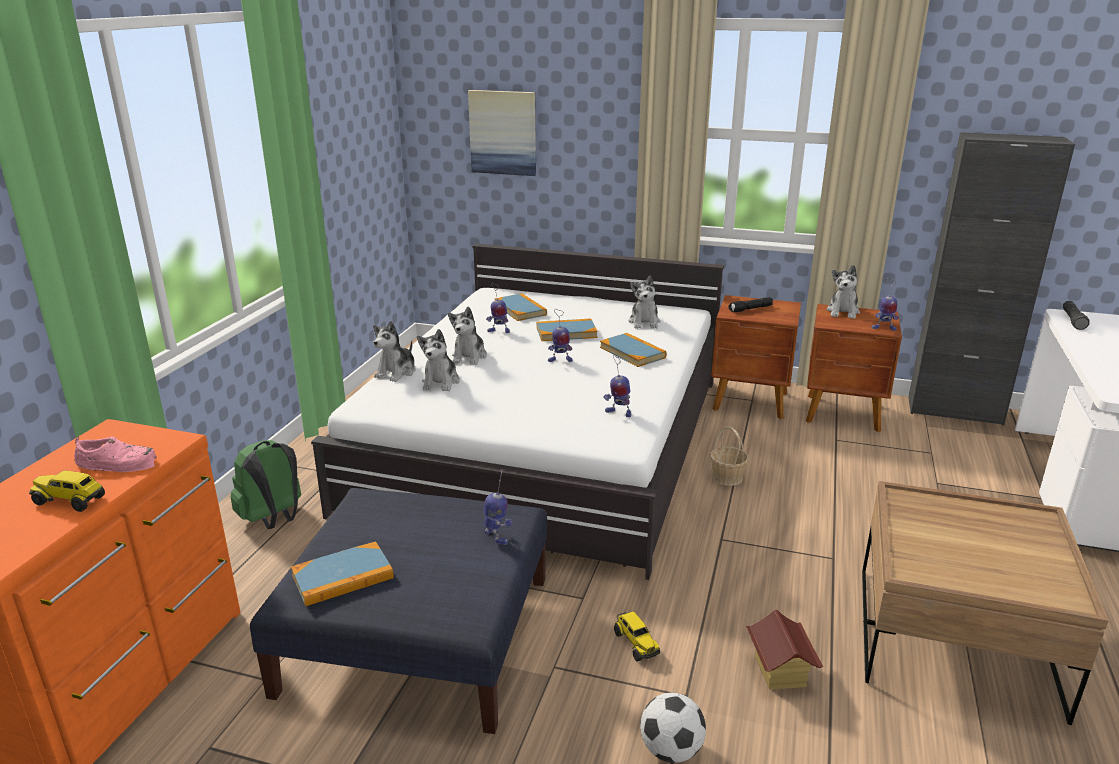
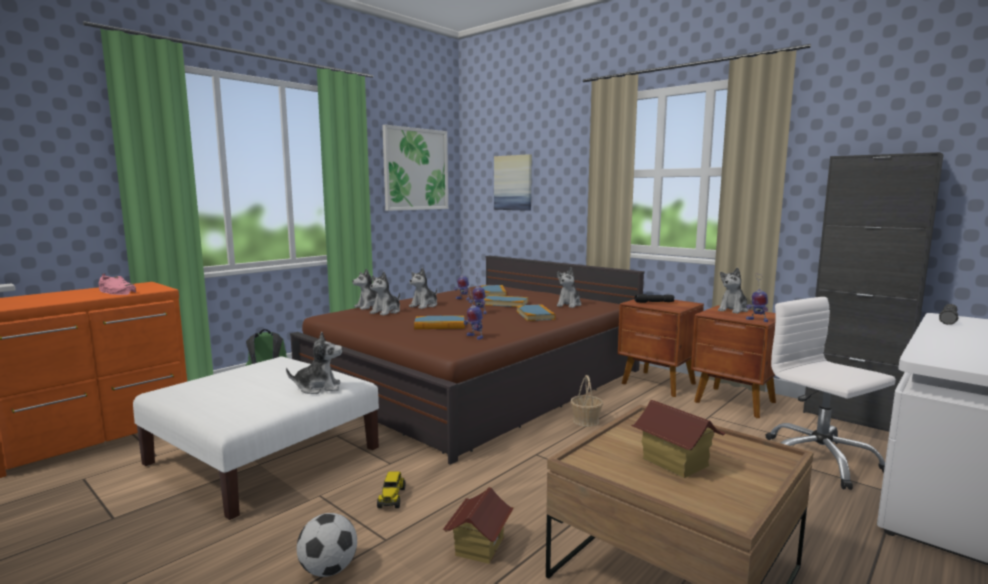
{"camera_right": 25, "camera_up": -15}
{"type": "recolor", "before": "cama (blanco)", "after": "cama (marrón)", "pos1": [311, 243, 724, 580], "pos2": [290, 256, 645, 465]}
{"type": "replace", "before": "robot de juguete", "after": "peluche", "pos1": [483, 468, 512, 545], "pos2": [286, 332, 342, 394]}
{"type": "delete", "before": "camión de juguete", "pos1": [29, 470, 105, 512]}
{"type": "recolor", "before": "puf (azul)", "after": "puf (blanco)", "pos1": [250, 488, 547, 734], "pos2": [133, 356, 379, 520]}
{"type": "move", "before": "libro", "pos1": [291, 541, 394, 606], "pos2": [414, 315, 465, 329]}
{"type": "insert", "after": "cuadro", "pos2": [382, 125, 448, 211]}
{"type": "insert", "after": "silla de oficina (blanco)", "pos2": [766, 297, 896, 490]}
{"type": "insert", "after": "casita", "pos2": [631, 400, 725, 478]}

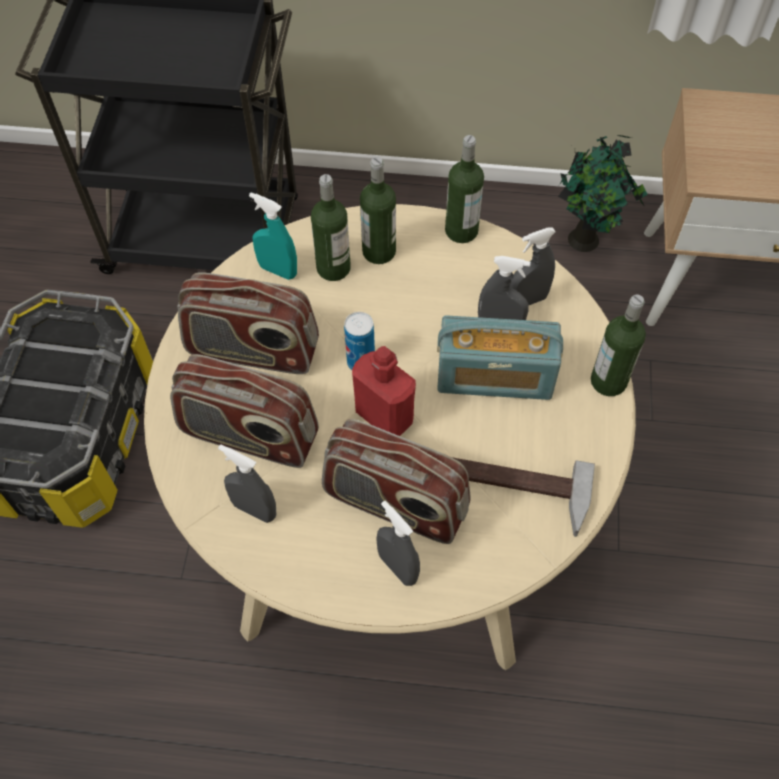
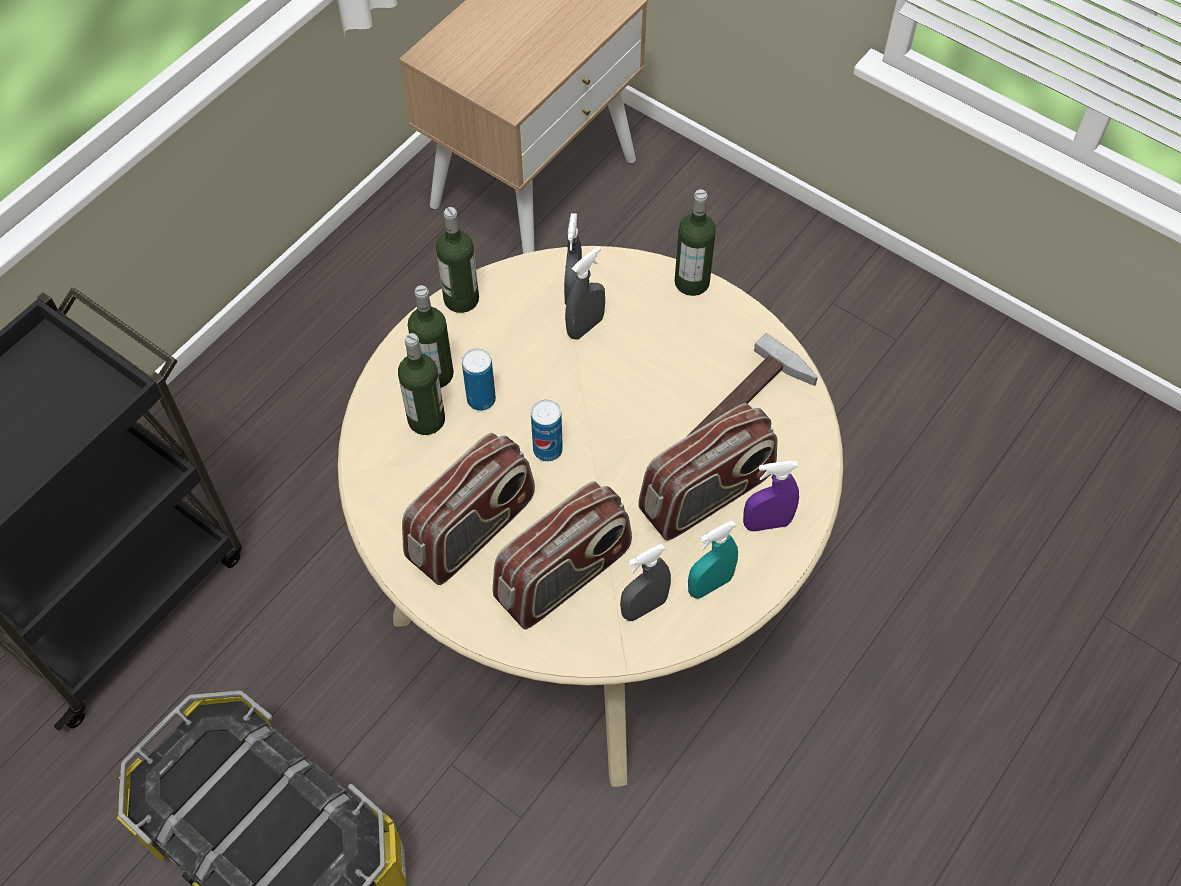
{"camera_right": -60, "camera_up": 0}
{"type": "delete", "before": "planta en maceta", "pos1": [558, 135, 648, 252]}
{"type": "move", "before": "pulverizador (turquesa)", "pos1": [249, 192, 297, 280], "pos2": [688, 521, 738, 599]}
{"type": "delete", "before": "radio", "pos1": [437, 315, 563, 400]}
{"type": "delete", "before": "botella (rojo)", "pos1": [352, 346, 416, 436]}
{"type": "recolor", "before": "pulverizador (gris)", "after": "pulverizador (morado)", "pos1": [376, 501, 420, 586], "pos2": [743, 461, 799, 531]}
{"type": "insert", "after": "lata", "pos2": [462, 348, 496, 411]}

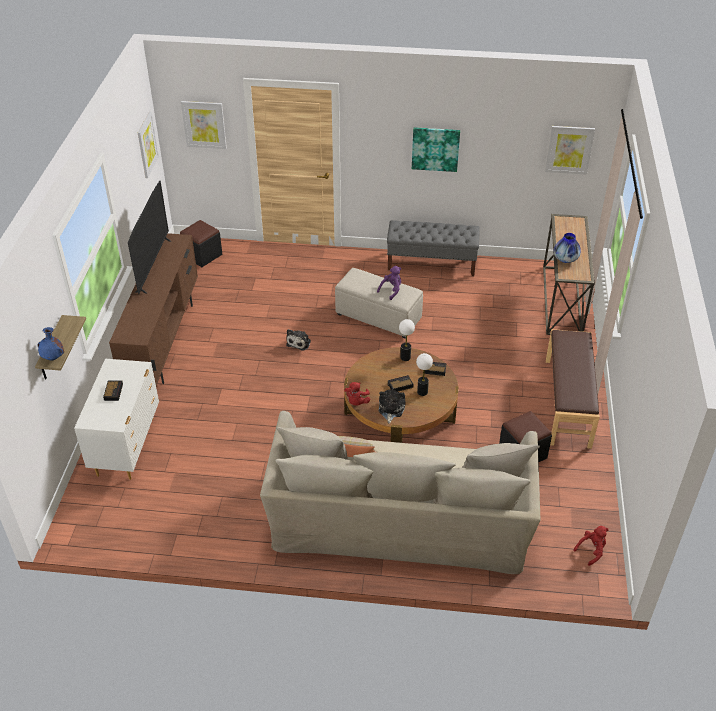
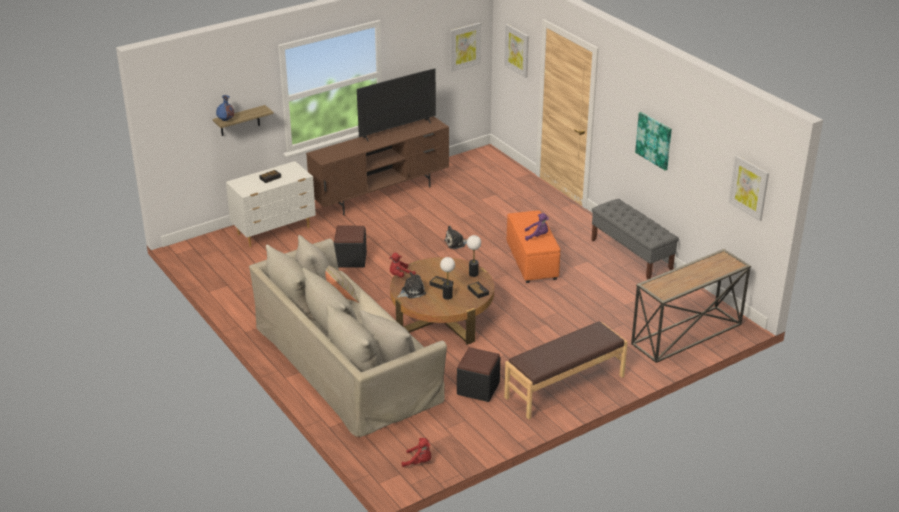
{"camera_right": 50, "camera_up": -10}
{"type": "move", "before": "puf (negro)", "pos1": [180, 220, 222, 267], "pos2": [334, 226, 367, 268]}
{"type": "delete", "before": "florero", "pos1": [554, 233, 581, 263]}
{"type": "recolor", "before": "puf (beis)", "after": "puf (naranja)", "pos1": [335, 268, 423, 339], "pos2": [507, 210, 560, 283]}

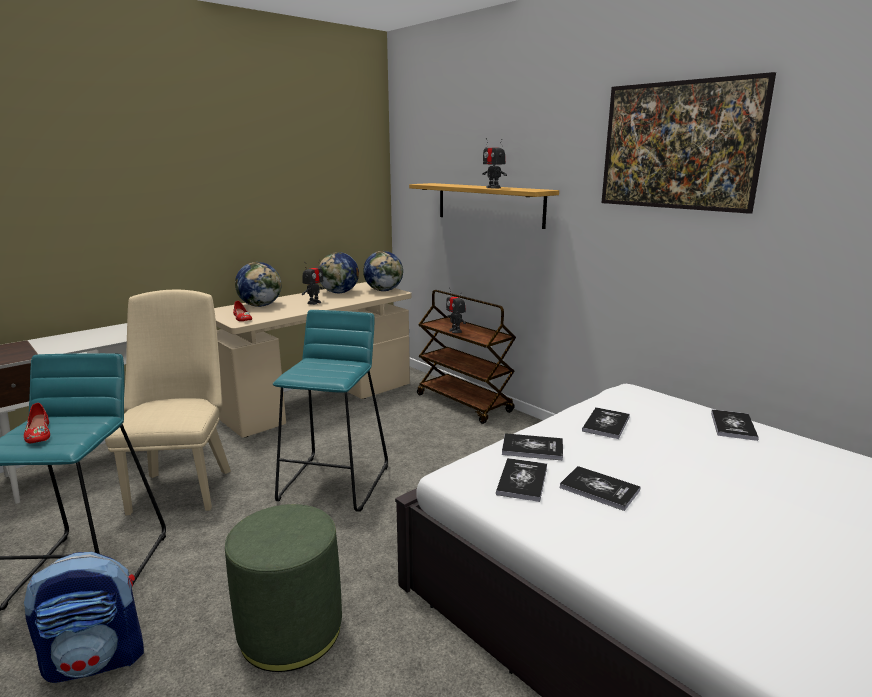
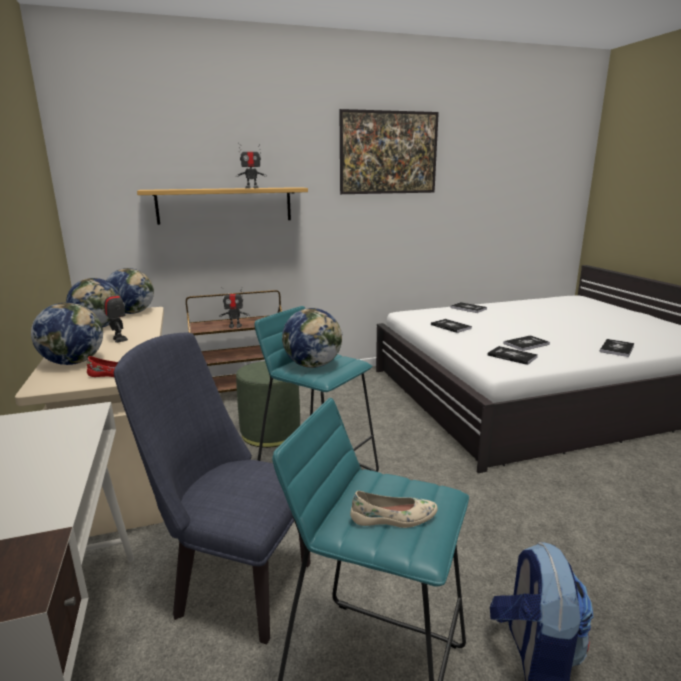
{"camera_right": -65, "camera_up": 0}
{"type": "recolor", "before": "silla (beis)", "after": "silla (azul)", "pos1": [105, 290, 231, 515], "pos2": [114, 332, 310, 645]}
{"type": "recolor", "before": "zapato (rojo)", "after": "zapato (beis)", "pos1": [24, 403, 50, 443], "pos2": [350, 491, 438, 528]}
{"type": "move", "before": "libro", "pos1": [502, 433, 563, 461], "pos2": [600, 339, 634, 357]}
{"type": "move", "before": "puf (verde)", "pos1": [225, 504, 342, 672], "pos2": [236, 361, 300, 448]}
{"type": "insert", "after": "globo terráqueo", "pos2": [282, 308, 342, 368]}

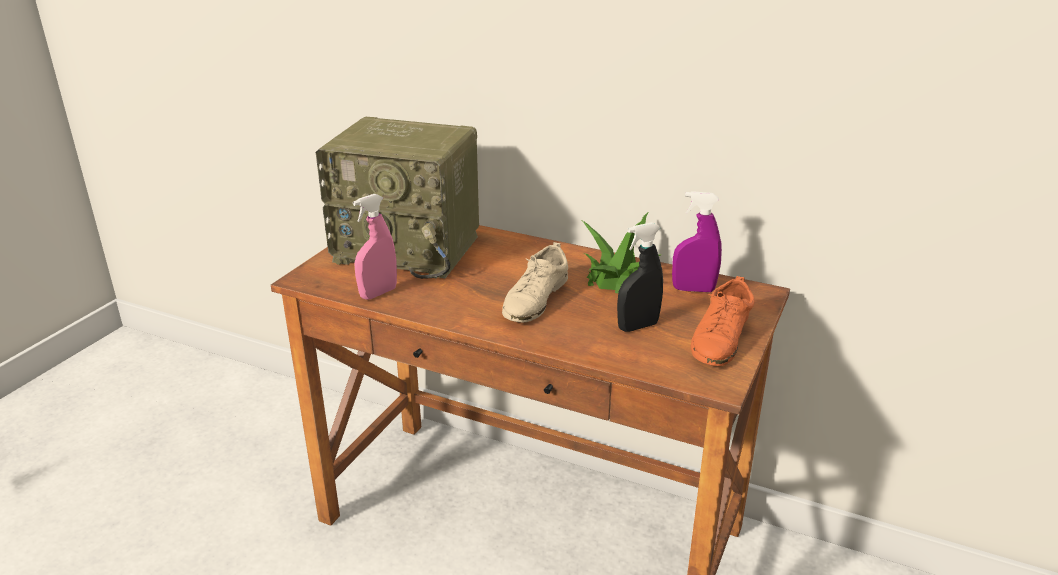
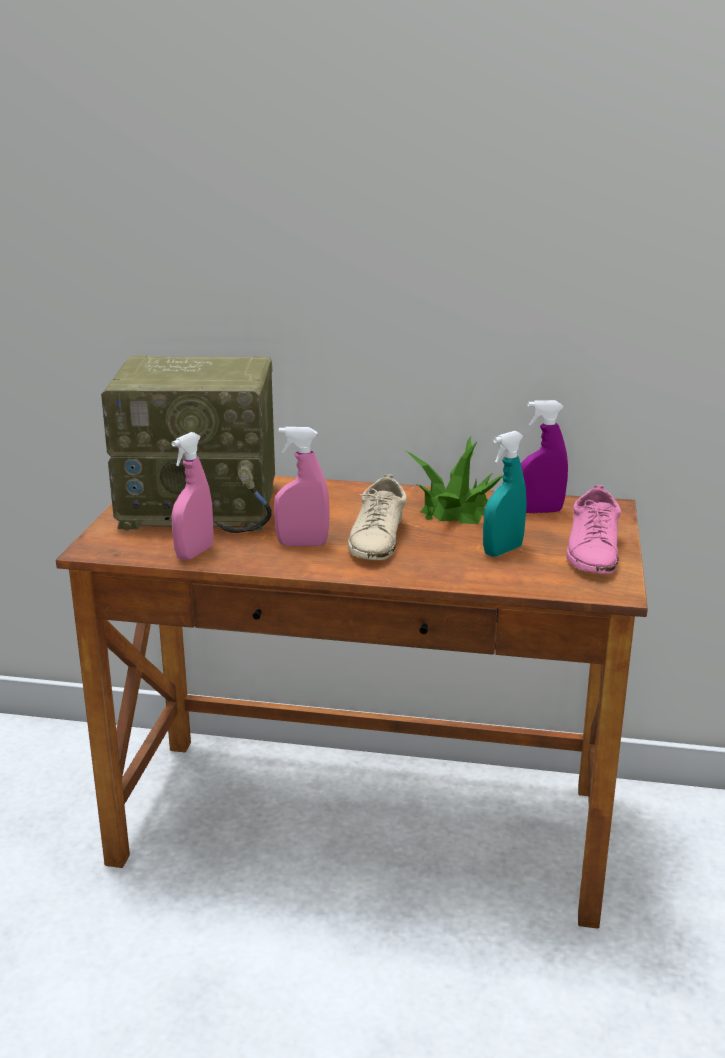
{"camera_right": -15, "camera_up": -5}
{"type": "recolor", "before": "pulverizador (negro)", "after": "pulverizador (turquesa)", "pos1": [617, 222, 663, 332], "pos2": [483, 431, 527, 557]}
{"type": "recolor", "before": "zapato (naranja)", "after": "zapato (rosa)", "pos1": [691, 276, 754, 366], "pos2": [566, 485, 621, 574]}
{"type": "insert", "after": "pulverizador (rosa)", "pos2": [274, 427, 330, 546]}

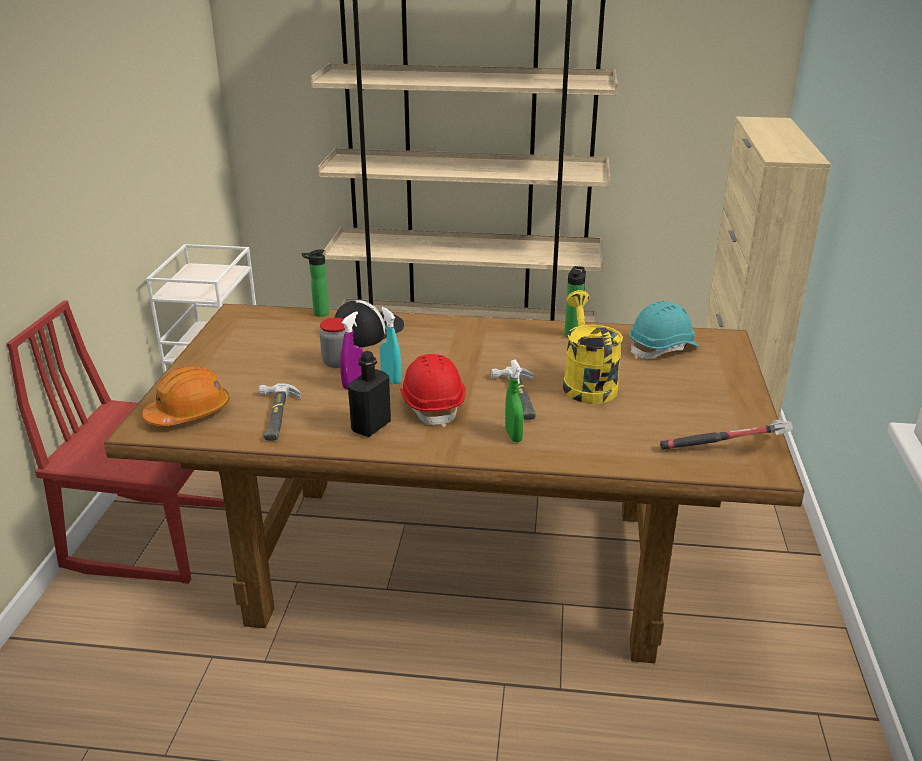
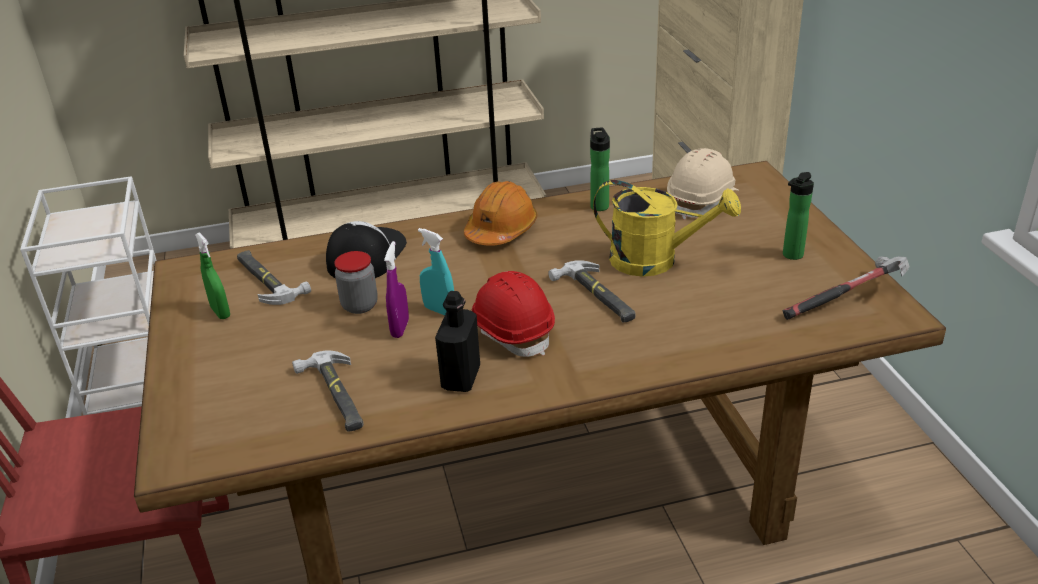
{"camera_right": -20, "camera_up": 5}
{"type": "move", "before": "botella", "pos1": [302, 249, 329, 317], "pos2": [783, 172, 814, 260]}
{"type": "rotate", "before": "regadera (amarillo)", "pos1": [563, 290, 623, 404], "pos2": [593, 180, 741, 277], "turn": 135}
{"type": "recolor", "before": "casco (turquesa)", "after": "casco (beis)", "pos1": [629, 301, 699, 359], "pos2": [667, 148, 739, 220]}
{"type": "move", "before": "pulverizador (verde)", "pos1": [505, 360, 524, 442], "pos2": [195, 232, 230, 319]}
{"type": "move", "before": "casco (naranja)", "pos1": [142, 366, 230, 426], "pos2": [464, 181, 537, 245]}
{"type": "insert", "after": "martillo", "pos2": [237, 250, 311, 305]}

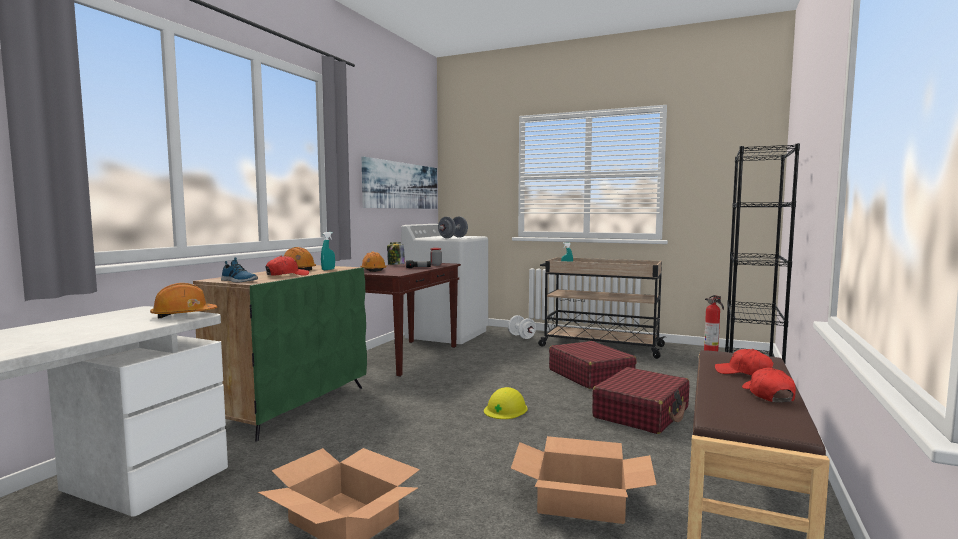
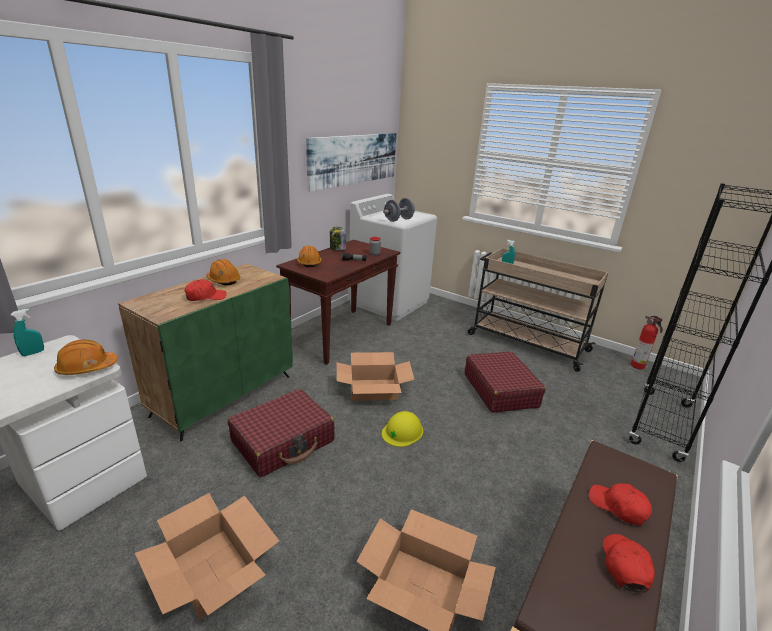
{"camera_right": 10, "camera_up": 20}
{"type": "move", "before": "pulverizador (turquesa)", "pos1": [321, 232, 335, 270], "pos2": [11, 308, 44, 356]}
{"type": "delete", "before": "zapato", "pos1": [221, 257, 258, 282]}
{"type": "delete", "before": "mancuerna (blanco)", "pos1": [508, 315, 536, 339]}
{"type": "move", "before": "maleta (rojo)", "pos1": [592, 367, 690, 434], "pos2": [228, 389, 334, 477]}
{"type": "insert", "after": "caja de cartón", "pos2": [337, 352, 415, 401]}

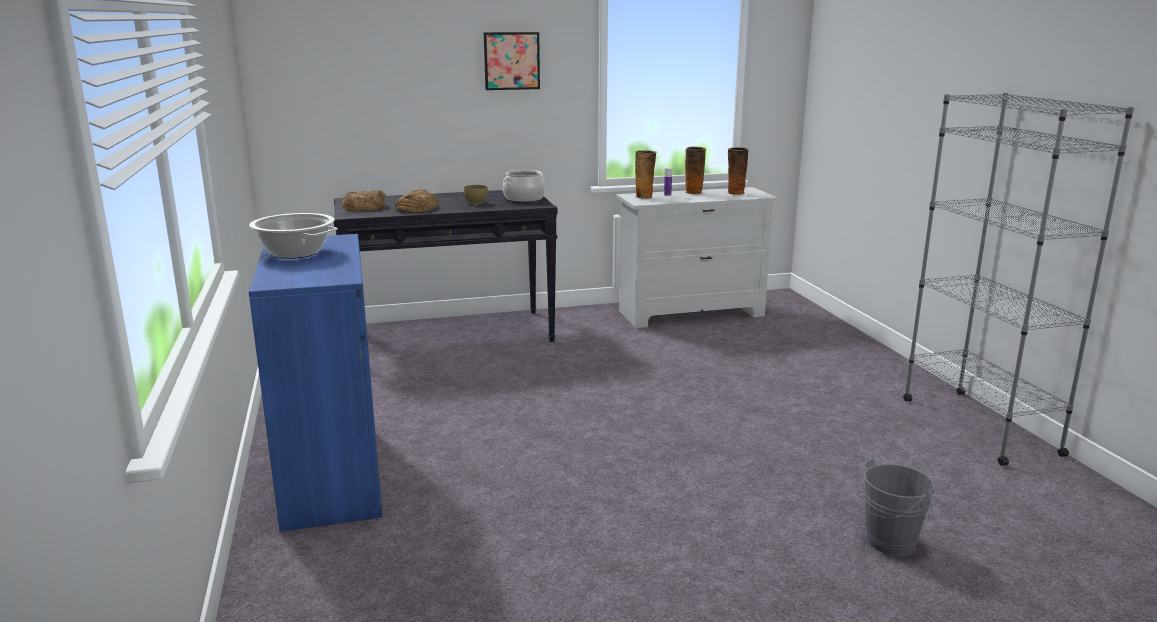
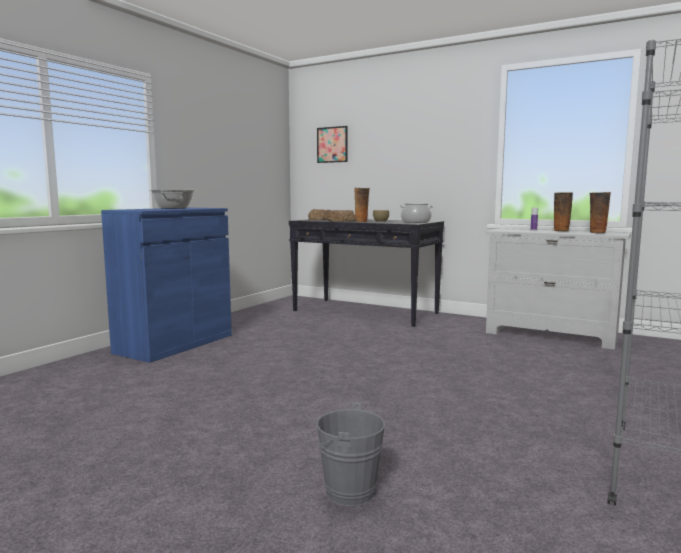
{"camera_right": 45, "camera_up": -10}
{"type": "move", "before": "cuadro", "pos1": [484, 32, 540, 90], "pos2": [317, 126, 348, 163]}
{"type": "move", "before": "florero", "pos1": [635, 150, 656, 199], "pos2": [355, 188, 370, 222]}

